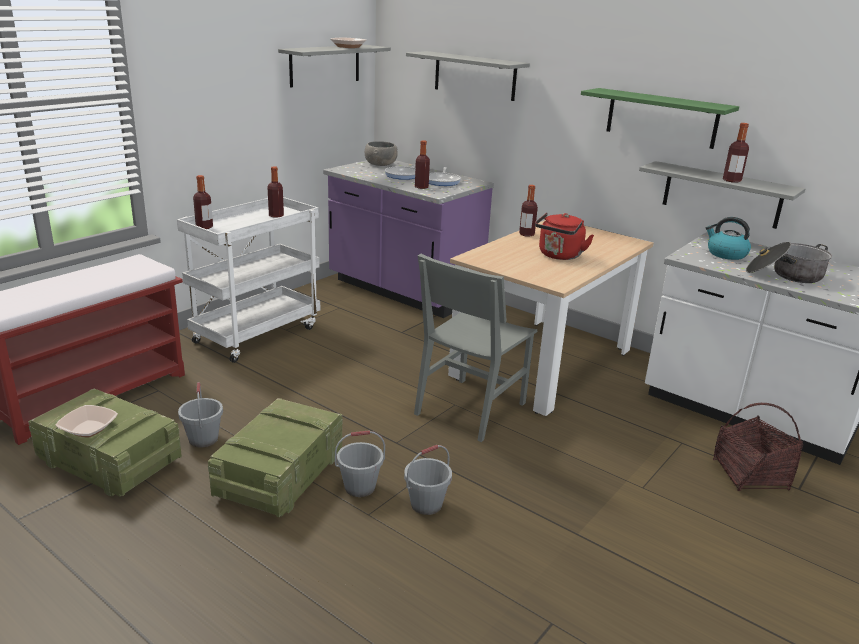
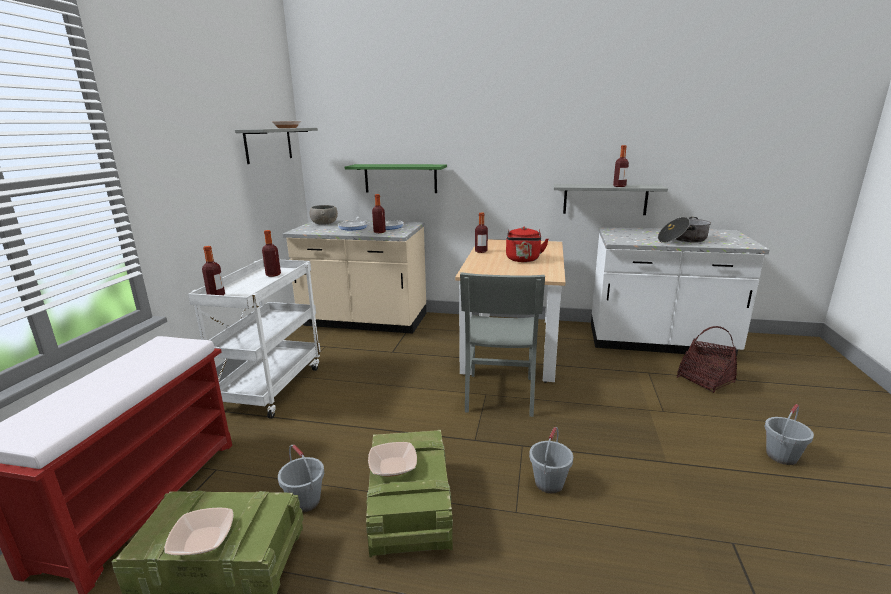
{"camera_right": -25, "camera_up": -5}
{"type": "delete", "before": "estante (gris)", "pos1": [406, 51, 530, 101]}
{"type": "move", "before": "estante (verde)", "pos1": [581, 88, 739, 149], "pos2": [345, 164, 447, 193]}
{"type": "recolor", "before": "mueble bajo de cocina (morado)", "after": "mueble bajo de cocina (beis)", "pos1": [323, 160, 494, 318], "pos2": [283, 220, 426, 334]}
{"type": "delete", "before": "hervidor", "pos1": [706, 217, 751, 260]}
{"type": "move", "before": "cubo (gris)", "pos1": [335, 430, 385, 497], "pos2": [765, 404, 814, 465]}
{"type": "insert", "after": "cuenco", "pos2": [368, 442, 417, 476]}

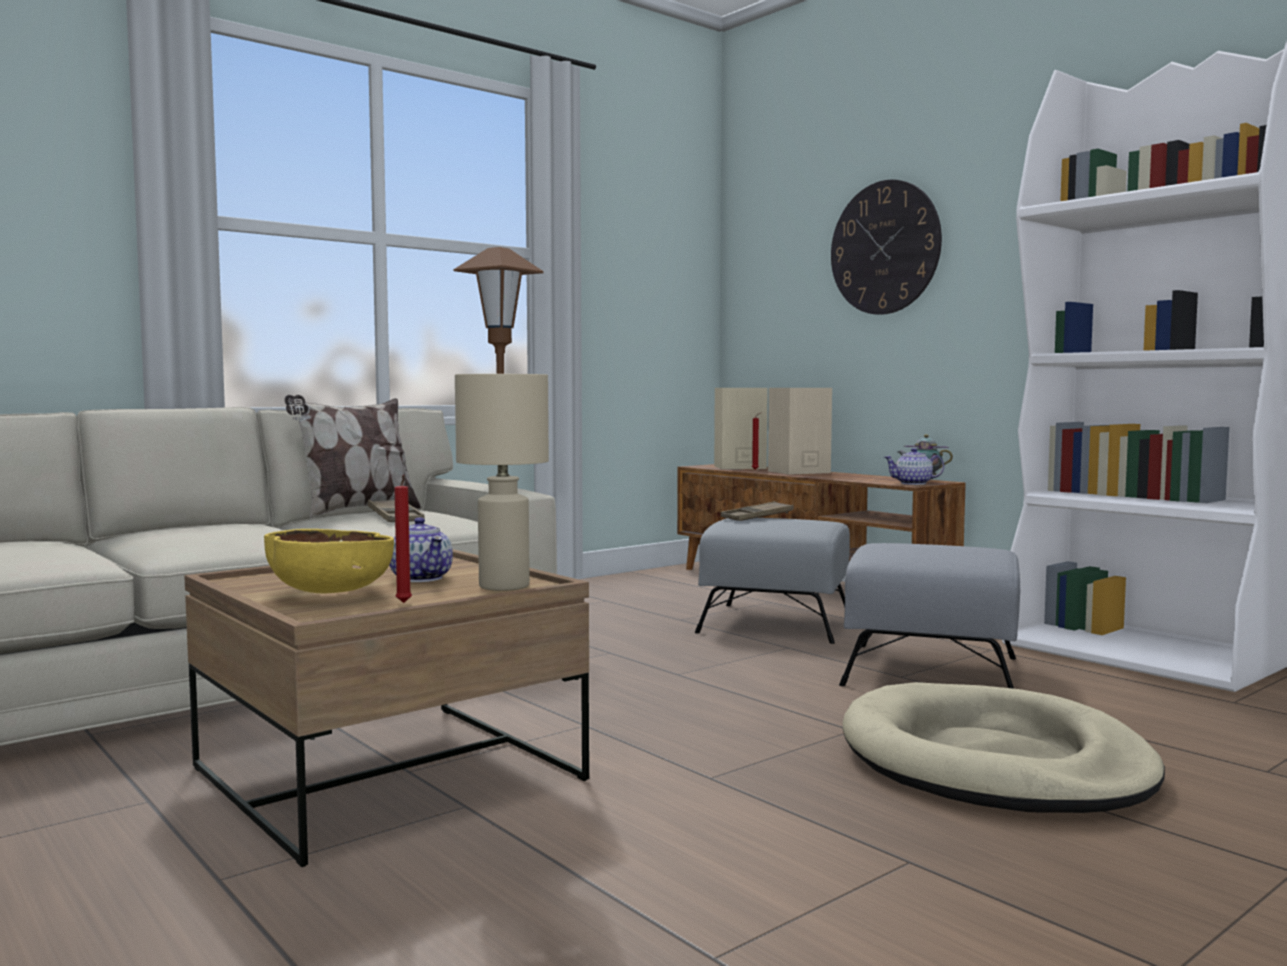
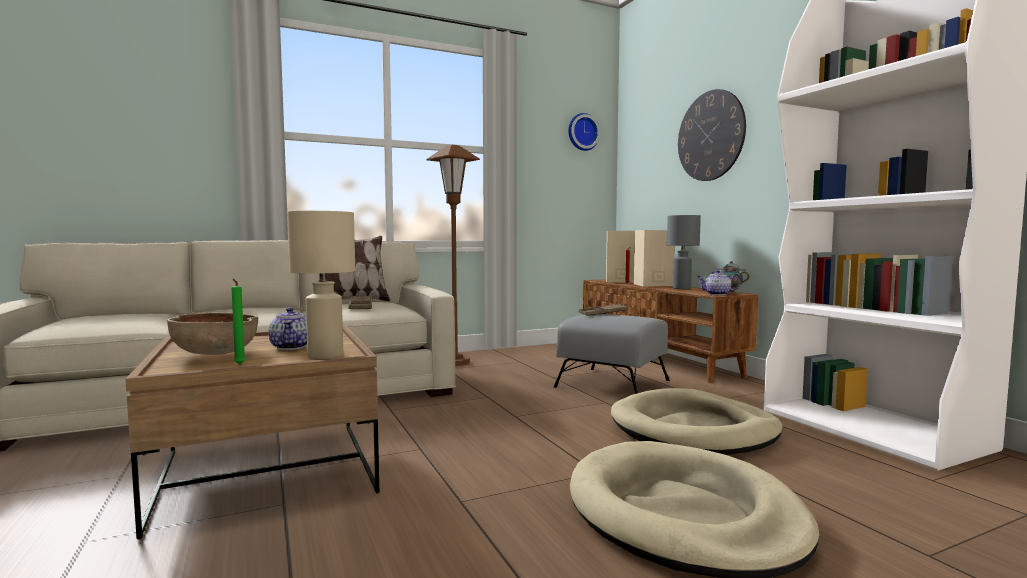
{"camera_right": 15, "camera_up": 0}
{"type": "recolor", "before": "vela (rojo)", "after": "vela (verde)", "pos1": [394, 475, 412, 603], "pos2": [231, 279, 246, 364]}
{"type": "recolor", "before": "cuenco (amarillo)", "after": "cuenco (marrón)", "pos1": [264, 529, 394, 593], "pos2": [167, 312, 258, 355]}
{"type": "replace", "before": "puf (gris)", "after": "cama para perro (beis)", "pos1": [839, 543, 1020, 689], "pos2": [611, 388, 783, 455]}
{"type": "insert", "after": "reloj de pared", "pos2": [568, 113, 600, 151]}
{"type": "insert", "after": "lámpara de mesa (gris)", "pos2": [667, 215, 701, 290]}

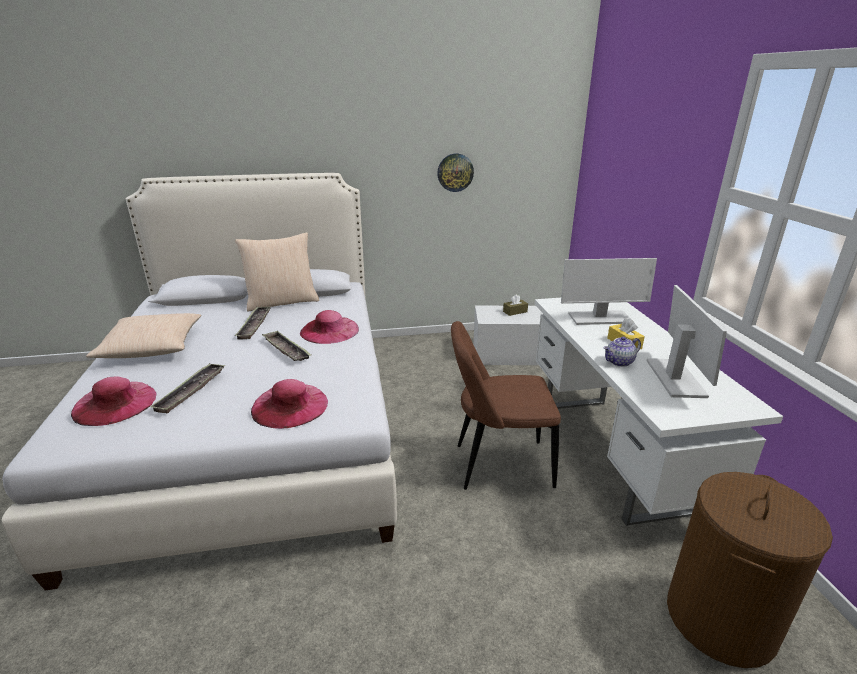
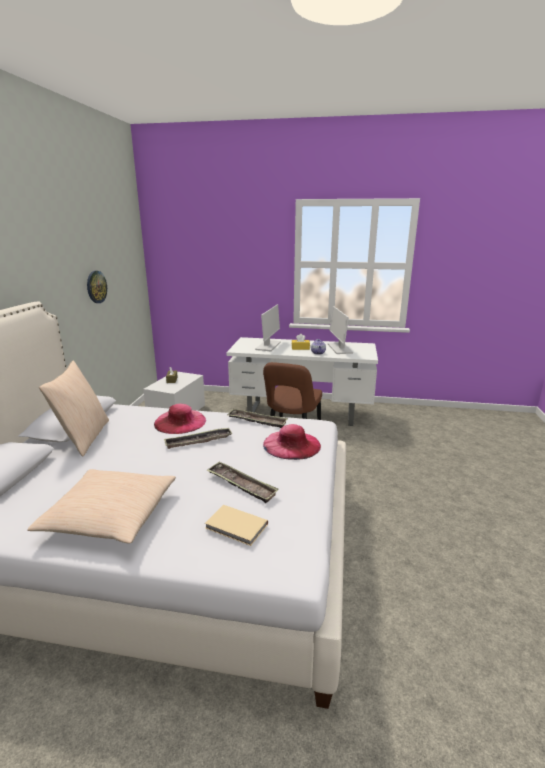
{"camera_right": -70, "camera_up": -5}
{"type": "rotate", "before": "monitor", "pos1": [647, 285, 727, 398], "pos2": [328, 306, 353, 354], "turn": -120}
{"type": "move", "before": "bandeja", "pos1": [235, 307, 271, 339], "pos2": [228, 409, 288, 428]}
{"type": "replace", "before": "sombrero (rosa)", "after": "libro (beis)", "pos1": [71, 376, 157, 426], "pos2": [205, 505, 268, 546]}
{"type": "delete", "before": "cesto de la ropa (marrón)", "pos1": [667, 472, 833, 668]}

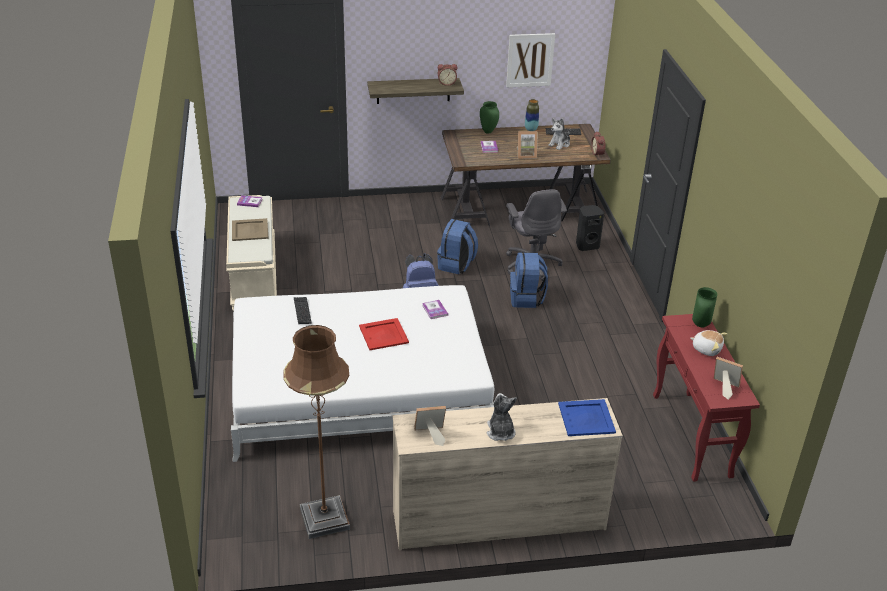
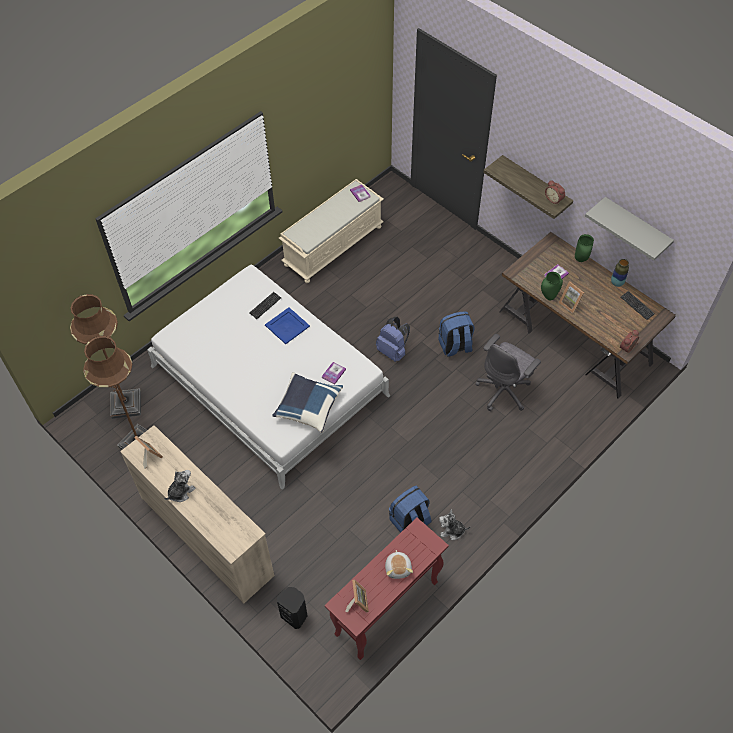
{"camera_right": 55, "camera_up": 20}
{"type": "replace", "before": "cuadro", "after": "estante (gris)", "pos1": [506, 33, 555, 87], "pos2": [585, 197, 674, 261]}
{"type": "move", "before": "peluche", "pos1": [548, 118, 570, 150], "pos2": [439, 509, 470, 540]}
{"type": "move", "before": "altavoz (negro)", "pos1": [576, 205, 604, 251], "pos2": [277, 587, 308, 629]}
{"type": "delete", "before": "bandeja (beis)", "pos1": [232, 218, 269, 241]}
{"type": "move", "before": "mochila (azul)", "pos1": [510, 252, 548, 308], "pos2": [389, 486, 432, 533]}
{"type": "move", "before": "florero (verde)", "pos1": [692, 287, 717, 327], "pos2": [541, 272, 563, 300]}
{"type": "delete", "before": "bandeja (rojo)", "pos1": [359, 318, 409, 350]}
{"type": "move", "before": "bandeja (azul)", "pos1": [558, 399, 616, 436], "pos2": [265, 307, 310, 344]}
{"type": "insert", "after": "lámpara de pie (marrón)", "pos2": [70, 294, 141, 419]}
{"type": "insert", "after": "cojín (azul)", "pos2": [272, 372, 343, 433]}

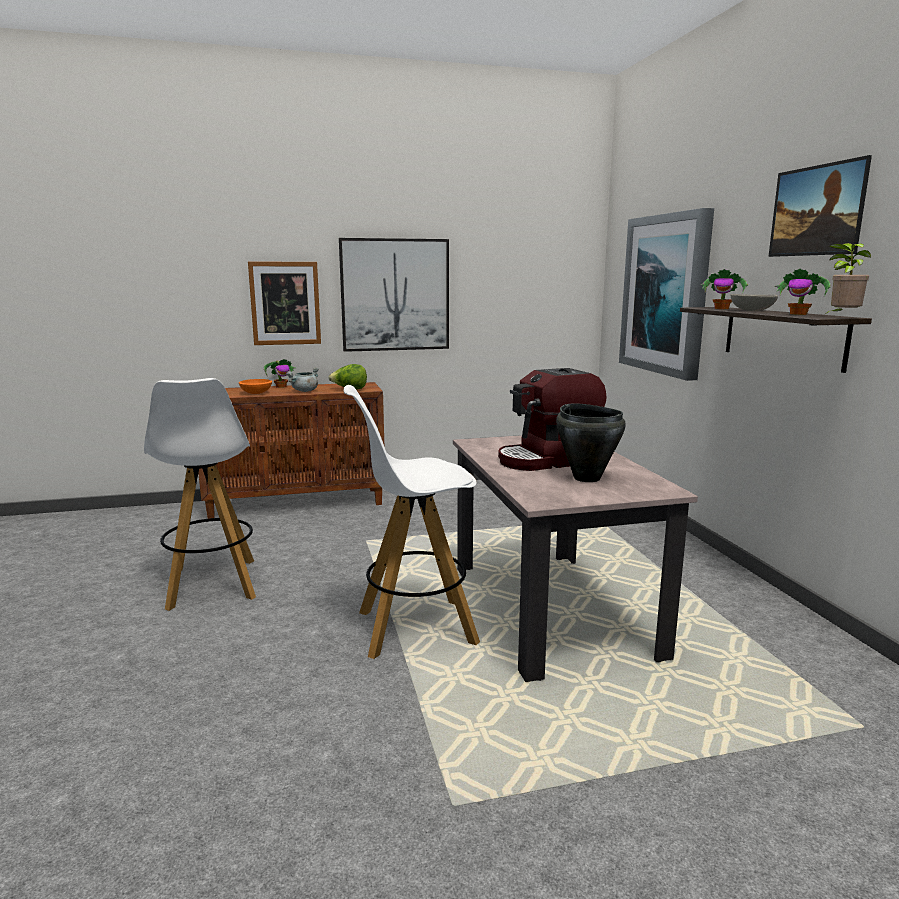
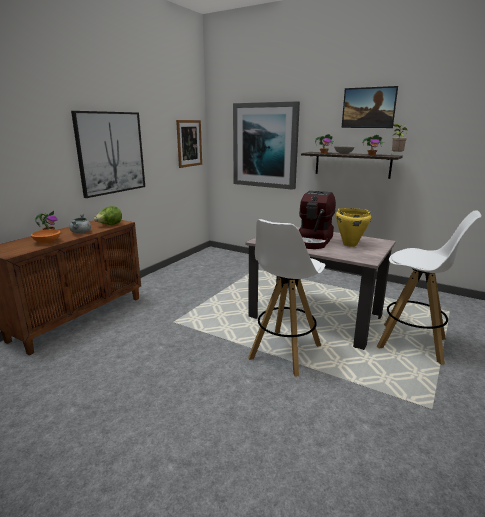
{"camera_right": -45, "camera_up": 5}
{"type": "move", "before": "cuadro", "pos1": [248, 261, 321, 345], "pos2": [176, 120, 202, 168]}
{"type": "move", "before": "taburete (blanco)", "pos1": [144, 378, 256, 611], "pos2": [377, 210, 482, 365]}
{"type": "recolor", "before": "olla (negro)", "after": "olla (amarillo)", "pos1": [556, 403, 626, 482], "pos2": [336, 208, 371, 247]}

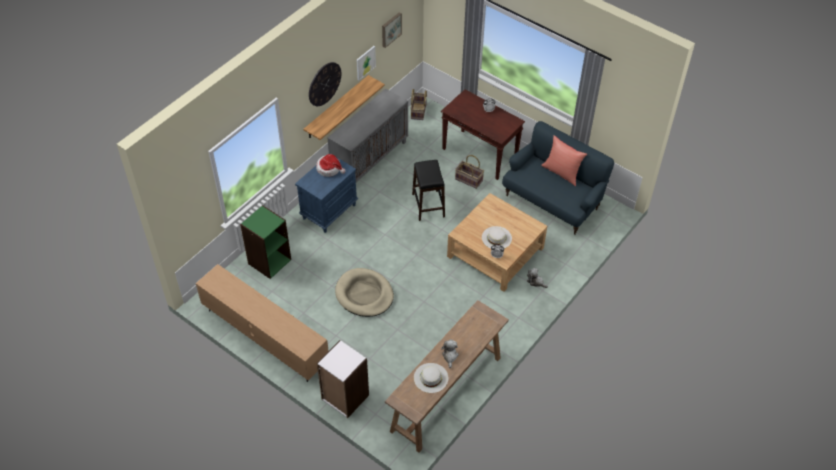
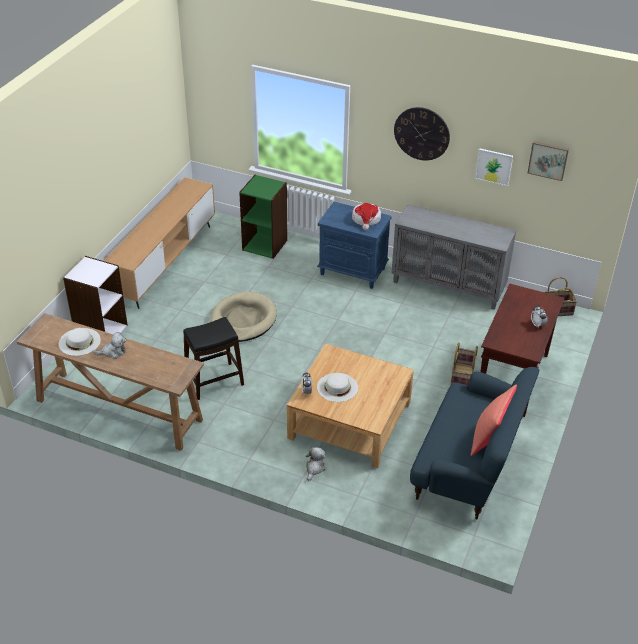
{"camera_right": 75, "camera_up": -10}
{"type": "delete", "before": "estante", "pos1": [303, 75, 385, 140]}
{"type": "move", "before": "taburete (negro)", "pos1": [412, 160, 445, 221], "pos2": [183, 317, 244, 400]}

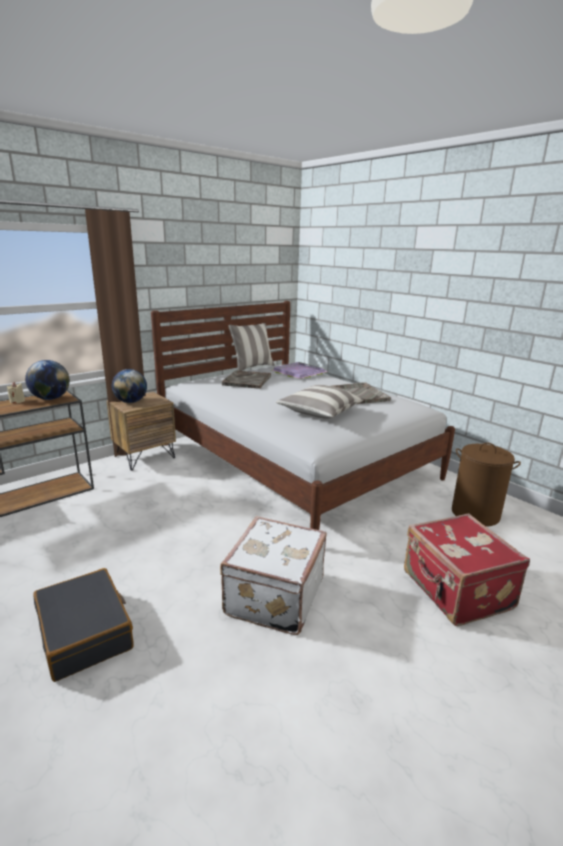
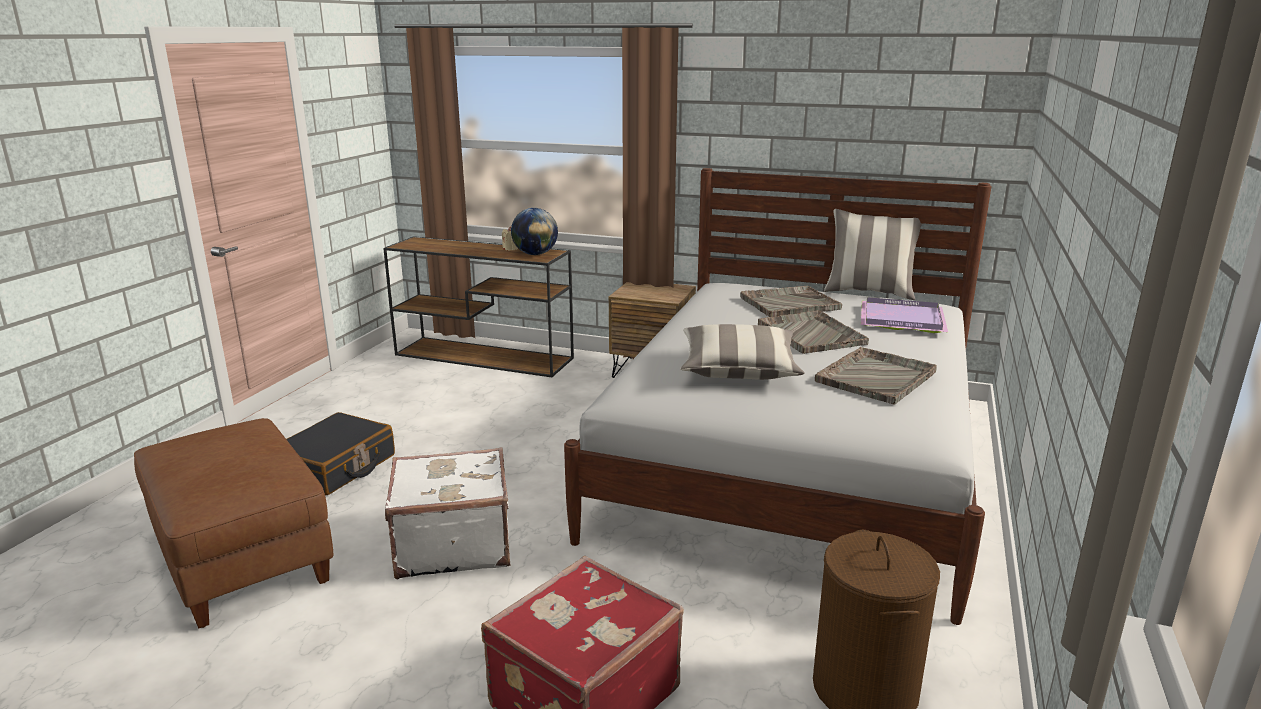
{"camera_right": 60, "camera_up": 0}
{"type": "delete", "before": "globo terráqueo", "pos1": [112, 369, 147, 403]}
{"type": "insert", "after": "bandeja (gris)", "pos2": [758, 310, 869, 354]}
{"type": "insert", "after": "puf (marrón)", "pos2": [134, 418, 333, 629]}

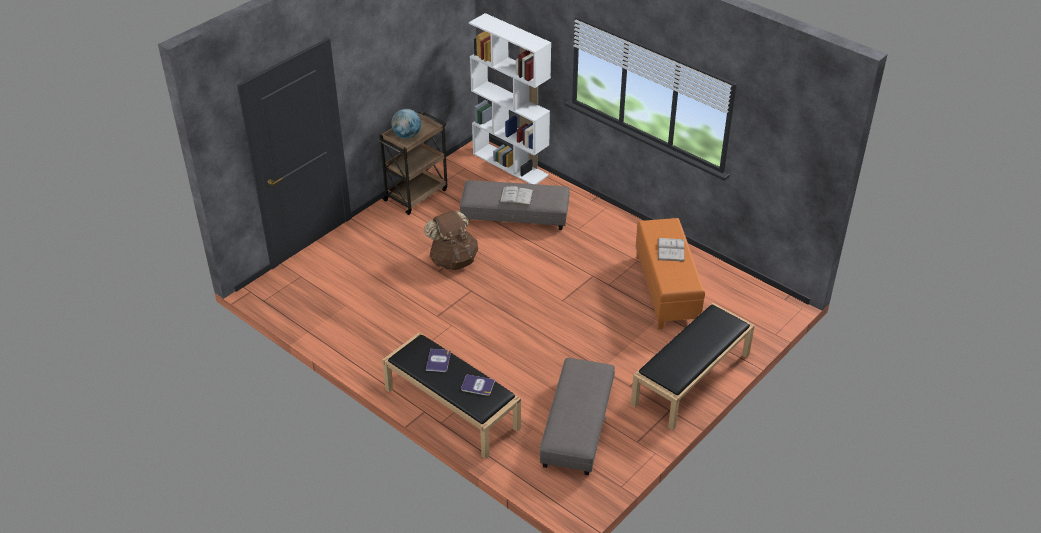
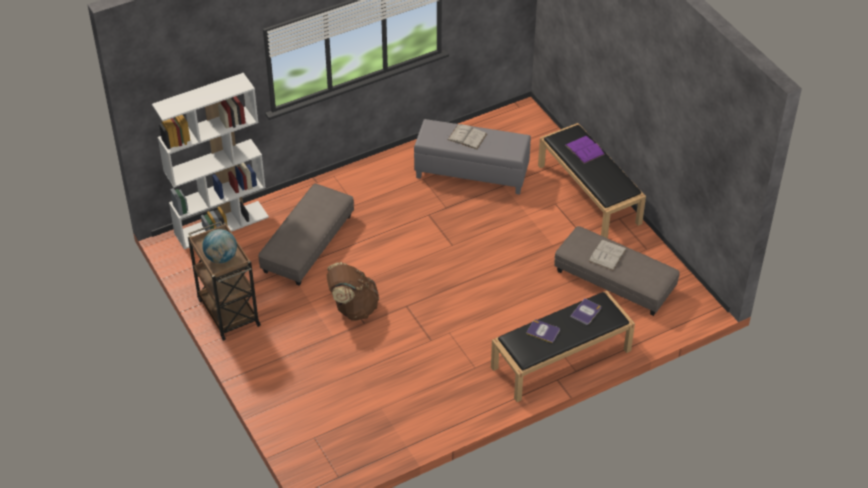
{"camera_right": -70, "camera_up": 5}
{"type": "move", "before": "libro (blanco)", "pos1": [499, 186, 534, 206], "pos2": [588, 239, 627, 271]}
{"type": "recolor", "before": "puf (naranja)", "after": "puf (gris)", "pos1": [636, 218, 705, 329], "pos2": [414, 119, 531, 195]}
{"type": "insert", "after": "libro (morado)", "pos2": [565, 136, 605, 164]}

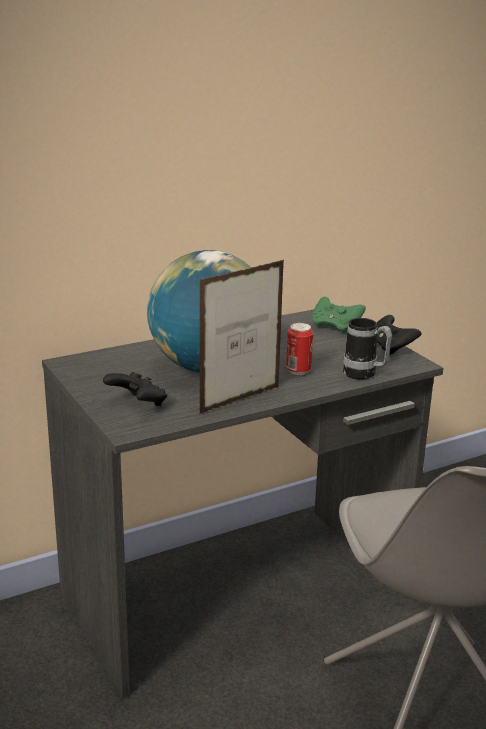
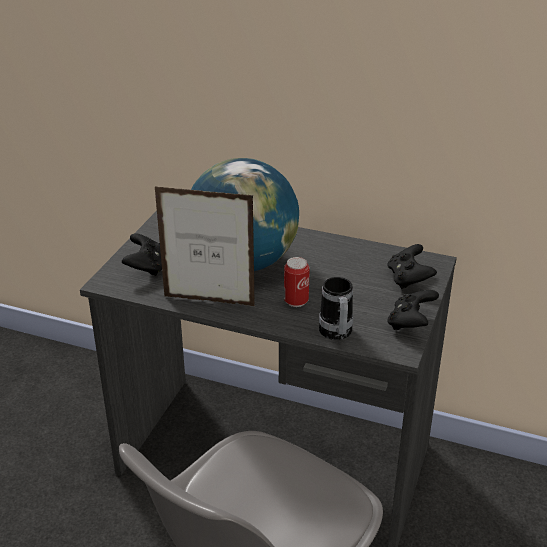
{"camera_right": 50, "camera_up": 10}
{"type": "recolor", "before": "mando de consola (verde)", "after": "mando de consola (negro)", "pos1": [312, 297, 366, 335], "pos2": [387, 244, 437, 289]}

